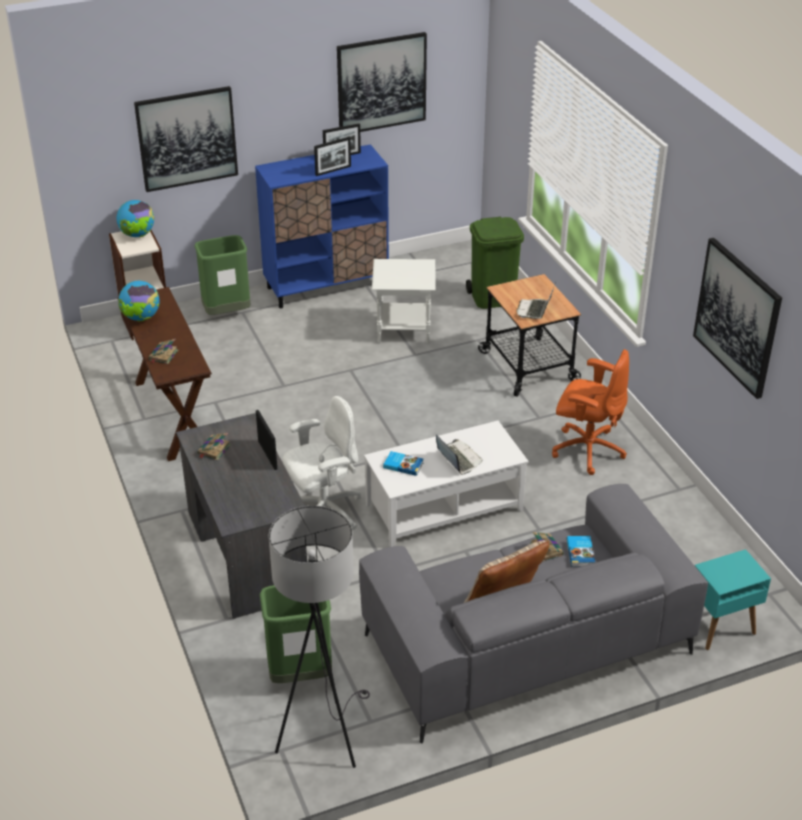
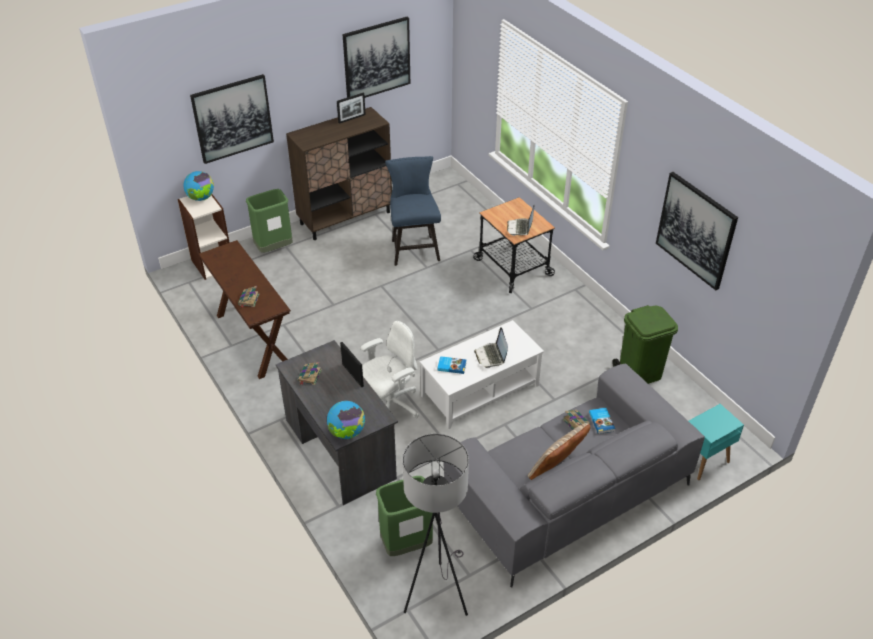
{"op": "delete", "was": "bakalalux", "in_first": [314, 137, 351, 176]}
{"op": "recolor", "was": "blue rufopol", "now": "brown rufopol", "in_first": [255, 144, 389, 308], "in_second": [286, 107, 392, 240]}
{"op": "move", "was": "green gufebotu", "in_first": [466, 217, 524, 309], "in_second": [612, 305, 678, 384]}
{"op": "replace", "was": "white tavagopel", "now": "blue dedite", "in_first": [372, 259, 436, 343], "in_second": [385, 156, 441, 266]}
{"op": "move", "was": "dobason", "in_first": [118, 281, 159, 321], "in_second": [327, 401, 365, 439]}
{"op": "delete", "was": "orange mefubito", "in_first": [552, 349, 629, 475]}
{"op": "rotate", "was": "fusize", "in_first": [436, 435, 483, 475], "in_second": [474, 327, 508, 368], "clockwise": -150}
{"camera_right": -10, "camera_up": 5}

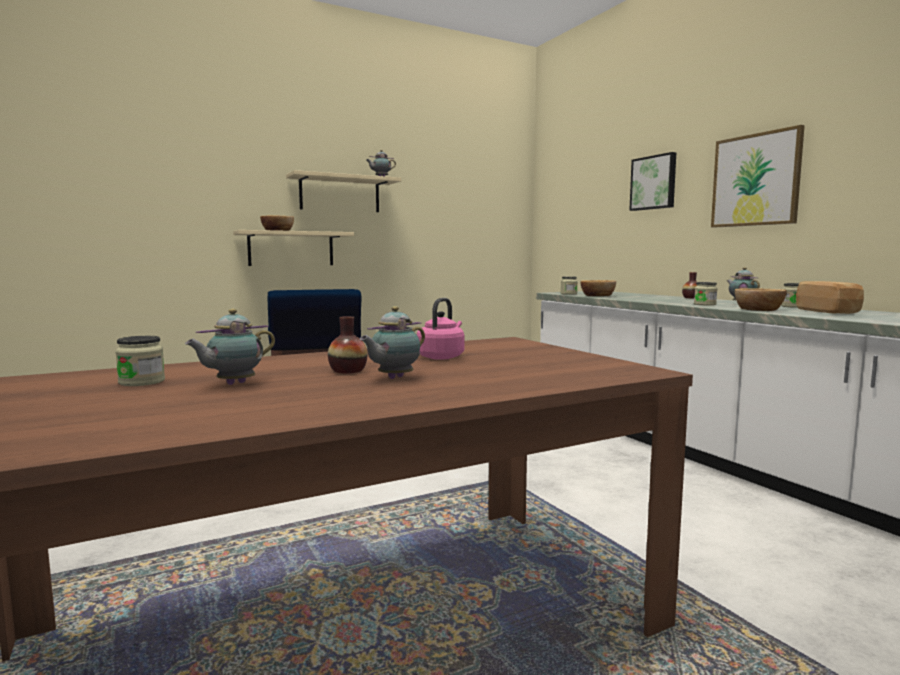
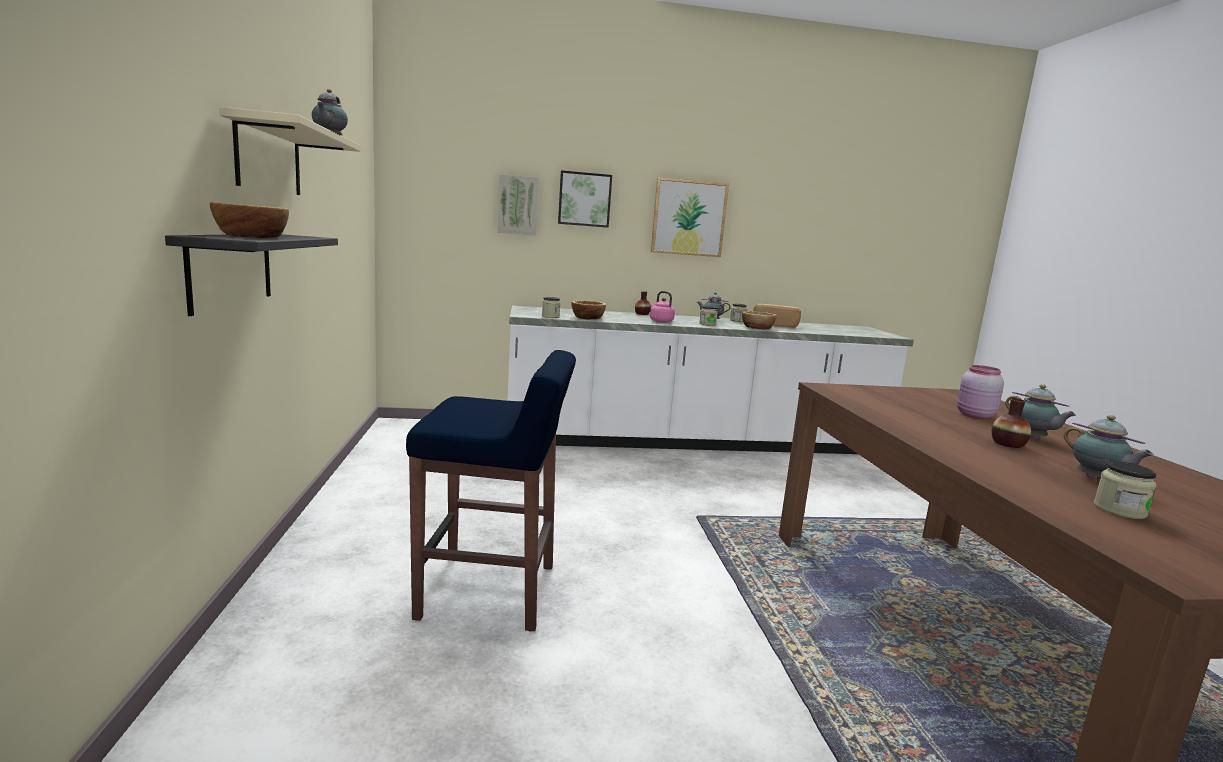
{"op": "recolor", "was": "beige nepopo", "now": "black nepopo", "in_first": [233, 230, 354, 266], "in_second": [165, 234, 338, 316]}
{"op": "move", "was": "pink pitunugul", "in_first": [417, 298, 464, 360], "in_second": [650, 291, 675, 323]}
{"op": "insert", "now": "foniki", "in_second": [498, 174, 538, 236]}
{"op": "insert", "now": "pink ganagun", "in_second": [957, 365, 1004, 419]}
{"camera_right": -70, "camera_up": 5}

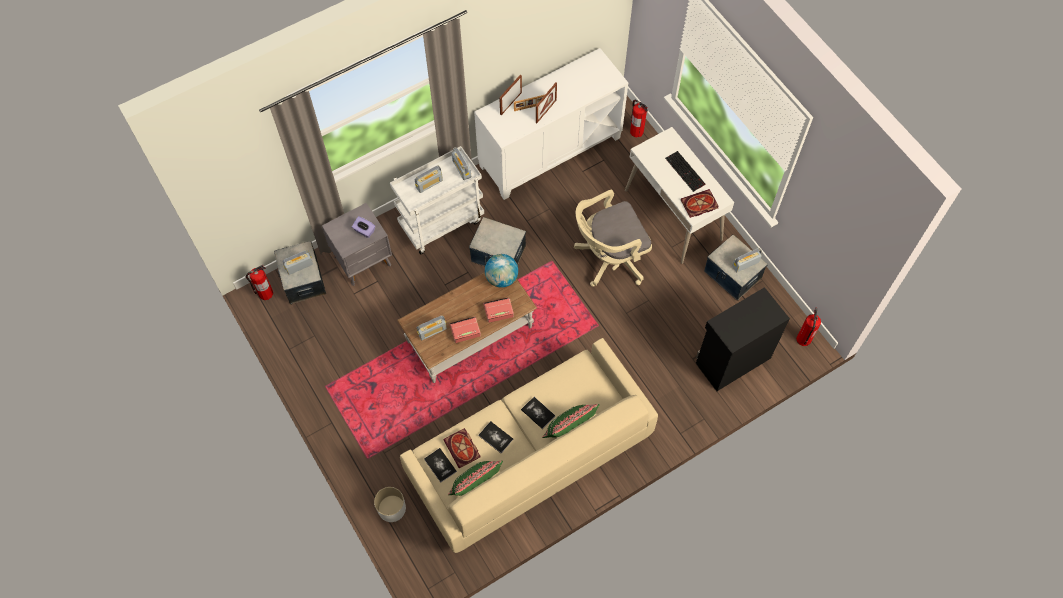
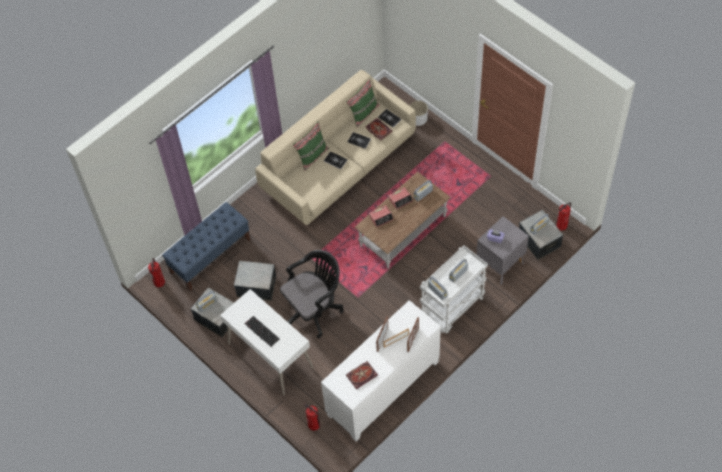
{"op": "move", "was": "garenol", "in_first": [681, 189, 719, 218], "in_second": [346, 361, 378, 389]}
{"op": "recolor", "was": "beige mefubito", "now": "black mefubito", "in_first": [574, 190, 652, 287], "in_second": [280, 250, 344, 338]}
{"op": "move", "was": "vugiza", "in_first": [469, 217, 526, 266], "in_second": [234, 261, 276, 301]}
{"op": "delete", "was": "dobason", "in_first": [485, 254, 518, 288]}
{"op": "replace", "was": "black rufopol", "now": "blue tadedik", "in_first": [696, 287, 790, 391], "in_second": [162, 202, 251, 291]}
{"camera_right": 170, "camera_up": -5}

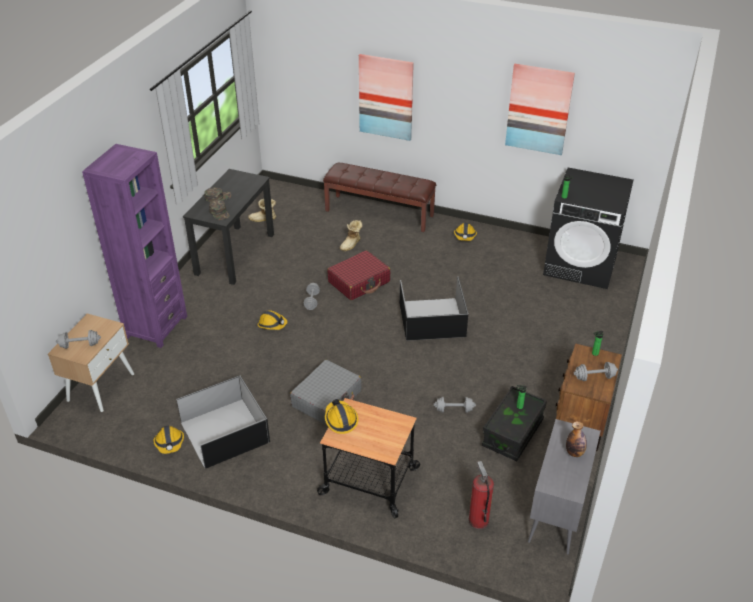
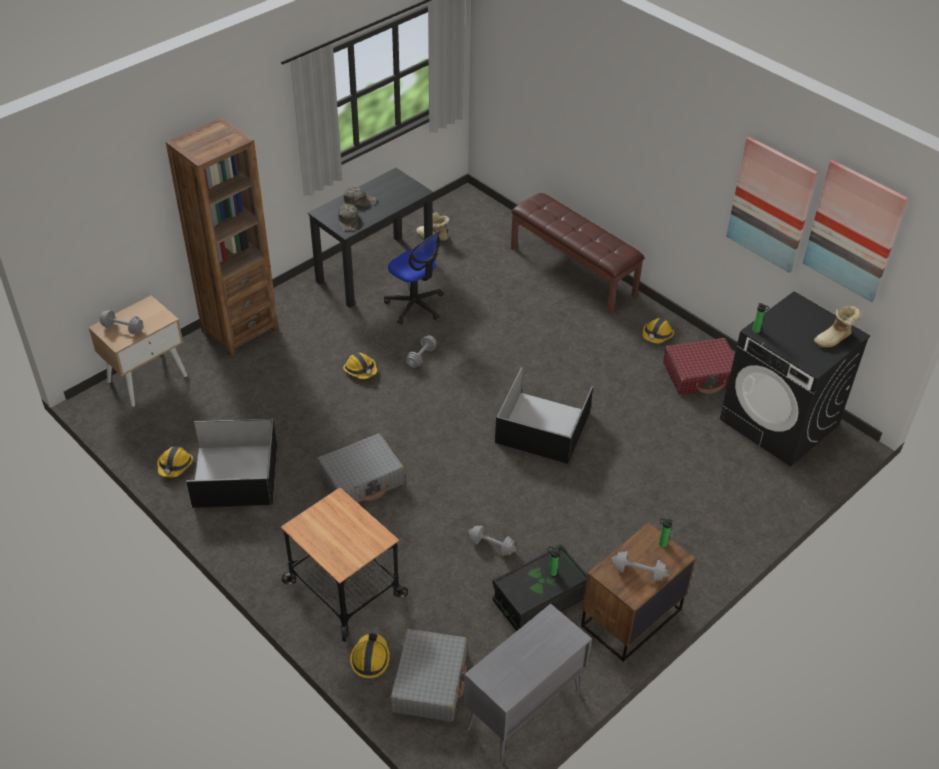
{"op": "move", "was": "foniki", "in_first": [359, 54, 414, 141], "in_second": [803, 160, 908, 302]}
{"op": "recolor", "was": "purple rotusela", "now": "brown rotusela", "in_first": [82, 144, 187, 348], "in_second": [166, 117, 279, 356]}
{"op": "move", "was": "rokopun", "in_first": [340, 220, 363, 252], "in_second": [814, 305, 861, 348]}
{"op": "move", "was": "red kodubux", "in_first": [327, 250, 390, 300], "in_second": [663, 338, 735, 395]}
{"op": "move", "was": "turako", "in_first": [325, 399, 358, 434], "in_second": [350, 633, 390, 678]}
{"op": "delete", "was": "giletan", "in_first": [566, 421, 587, 457]}
{"op": "replace", "was": "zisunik", "now": "grey kodubux", "in_first": [468, 461, 494, 529], "in_second": [390, 629, 467, 722]}
{"op": "insert", "now": "mefubito", "in_second": [384, 231, 444, 324]}
{"camera_right": 25, "camera_up": 5}

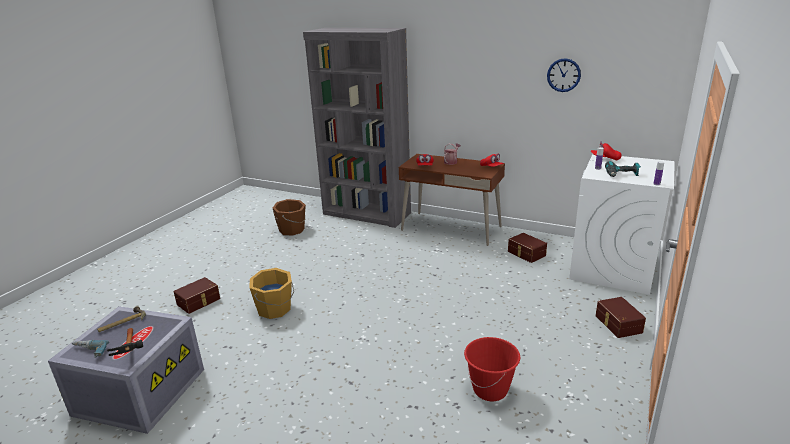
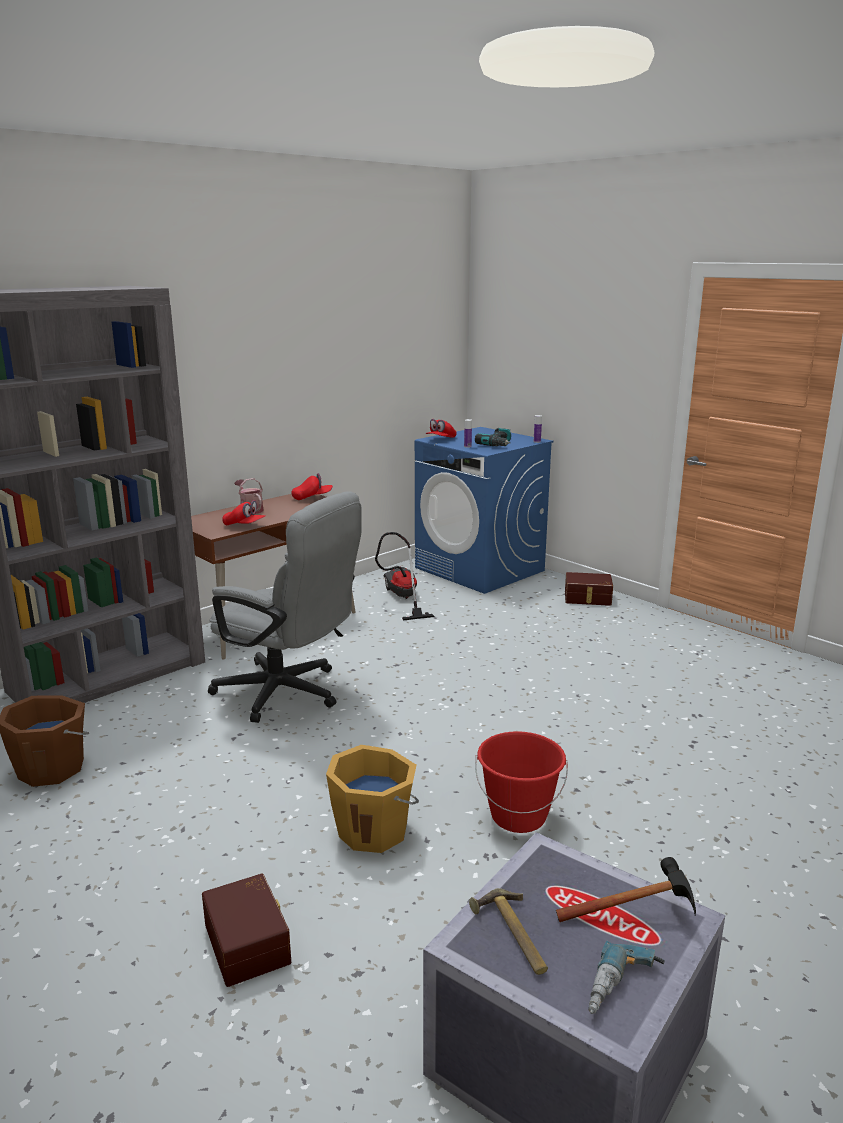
{"op": "delete", "was": "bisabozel", "in_first": [547, 58, 581, 92]}
{"op": "recolor", "was": "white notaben", "now": "blue notaben", "in_first": [569, 154, 675, 295], "in_second": [415, 427, 554, 594]}
{"op": "replace", "was": "brown vugiza", "now": "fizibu", "in_first": [508, 233, 547, 263], "in_second": [375, 532, 435, 621]}
{"op": "move", "was": "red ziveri", "in_first": [464, 337, 520, 401], "in_second": [475, 731, 568, 833]}
{"op": "insert", "now": "grey mefubito", "in_second": [208, 491, 362, 723]}
{"camera_right": -70, "camera_up": -5}

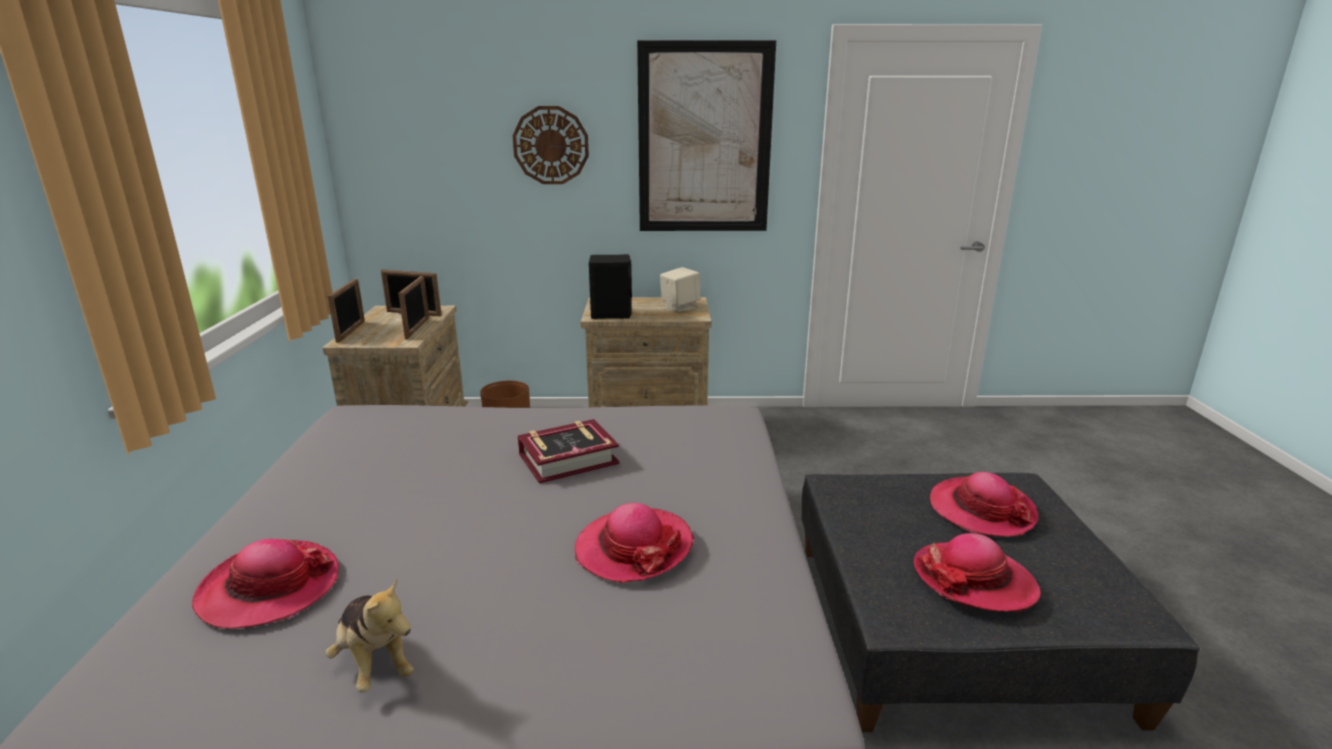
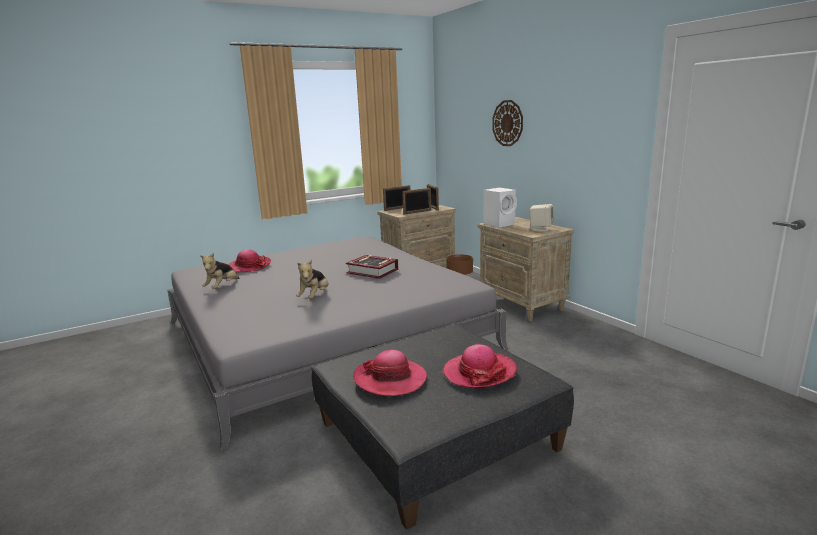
{"op": "delete", "was": "foniki", "in_first": [637, 40, 776, 231]}
{"op": "recolor", "was": "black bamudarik", "now": "white bamudarik", "in_first": [589, 254, 632, 319], "in_second": [484, 188, 517, 227]}
{"op": "replace", "was": "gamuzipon", "now": "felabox", "in_first": [575, 503, 695, 583], "in_second": [296, 259, 328, 299]}
{"camera_right": 60, "camera_up": -5}

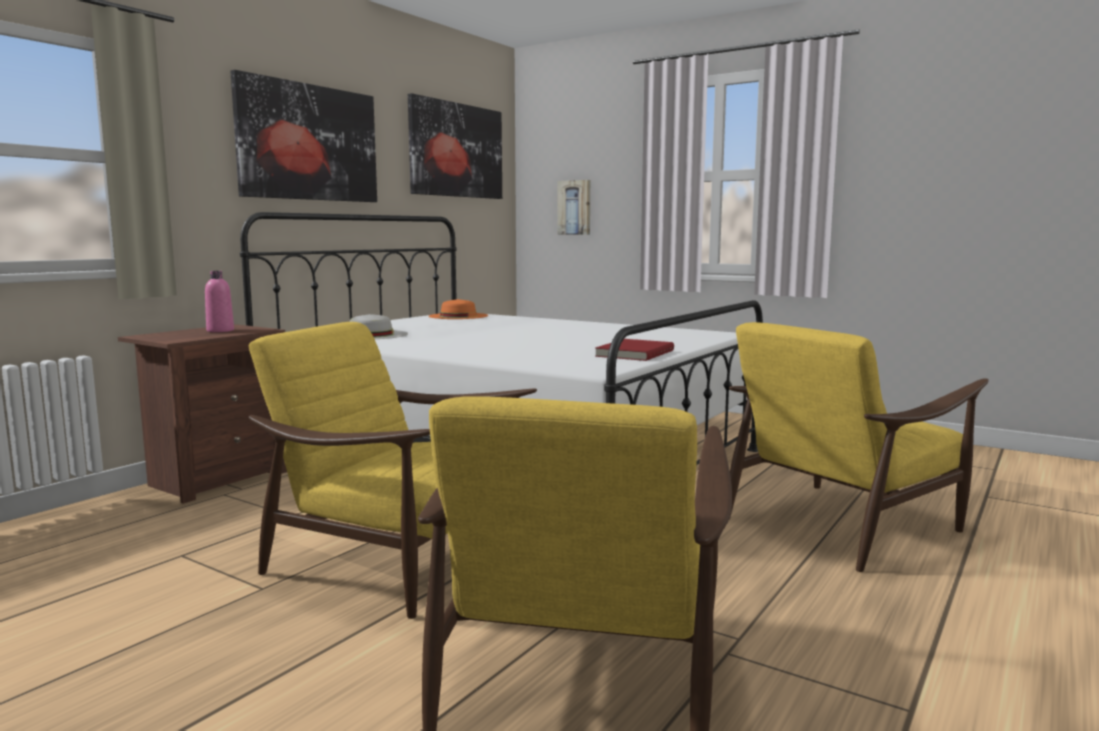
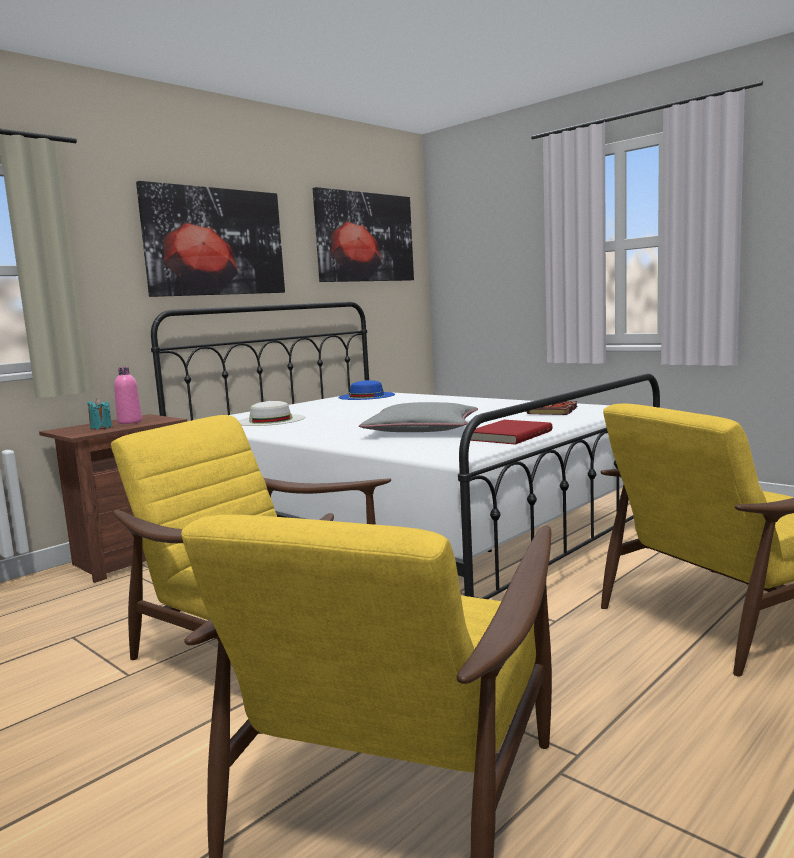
{"op": "delete", "was": "foniki", "in_first": [557, 180, 590, 235]}
{"op": "recolor", "was": "orange gamuzipon", "now": "blue gamuzipon", "in_first": [428, 299, 488, 319], "in_second": [338, 380, 395, 400]}
{"op": "insert", "now": "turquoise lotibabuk", "in_second": [87, 398, 112, 430]}
{"op": "insert", "now": "garenol", "in_second": [526, 401, 577, 415]}
{"op": "insert", "now": "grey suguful", "in_second": [359, 402, 478, 432]}
{"camera_right": 10, "camera_up": 0}

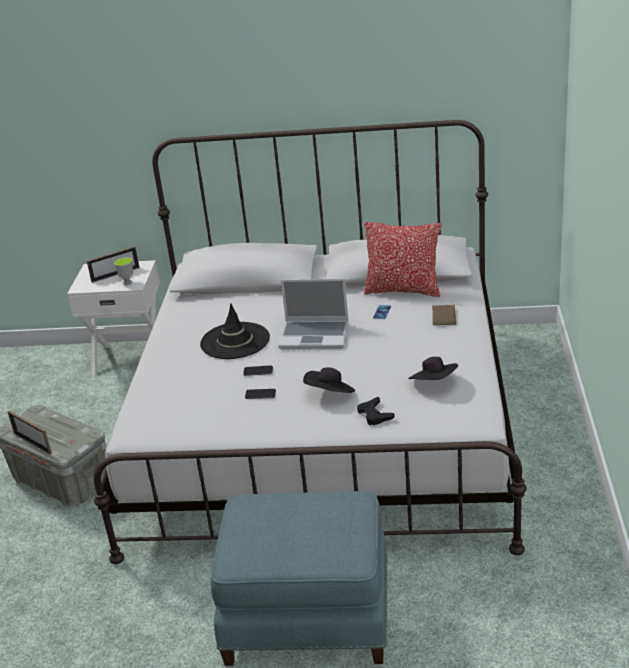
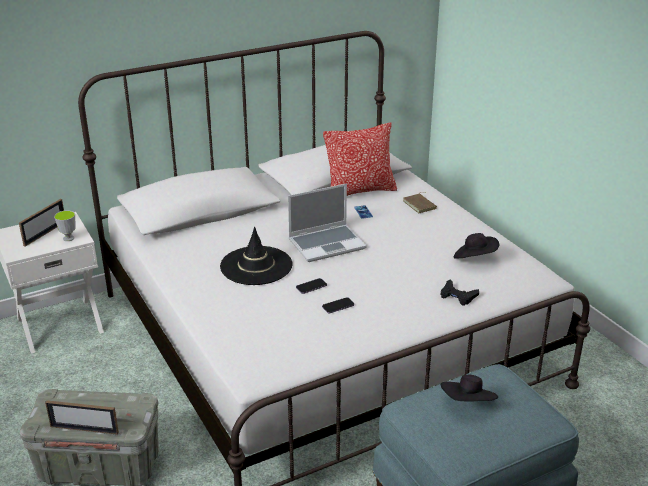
{"op": "move", "was": "black gamuzipon", "in_first": [303, 367, 355, 393], "in_second": [441, 375, 498, 402]}
{"camera_right": -35, "camera_up": 0}

